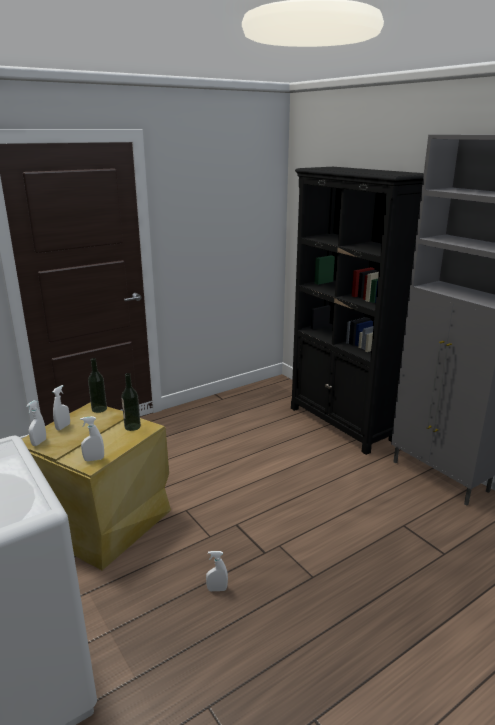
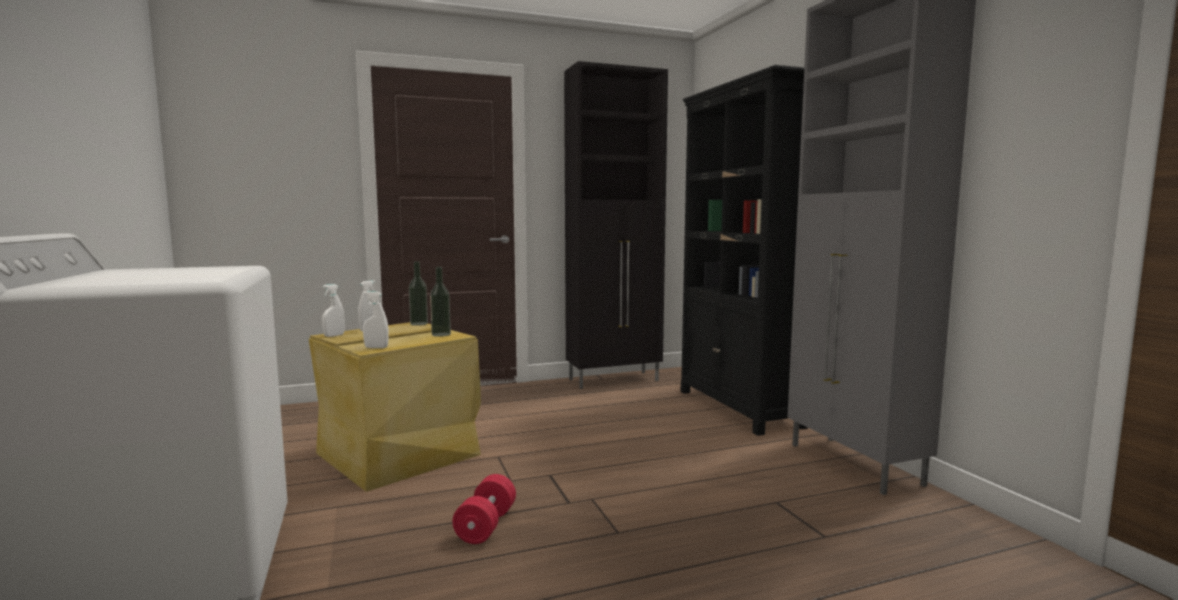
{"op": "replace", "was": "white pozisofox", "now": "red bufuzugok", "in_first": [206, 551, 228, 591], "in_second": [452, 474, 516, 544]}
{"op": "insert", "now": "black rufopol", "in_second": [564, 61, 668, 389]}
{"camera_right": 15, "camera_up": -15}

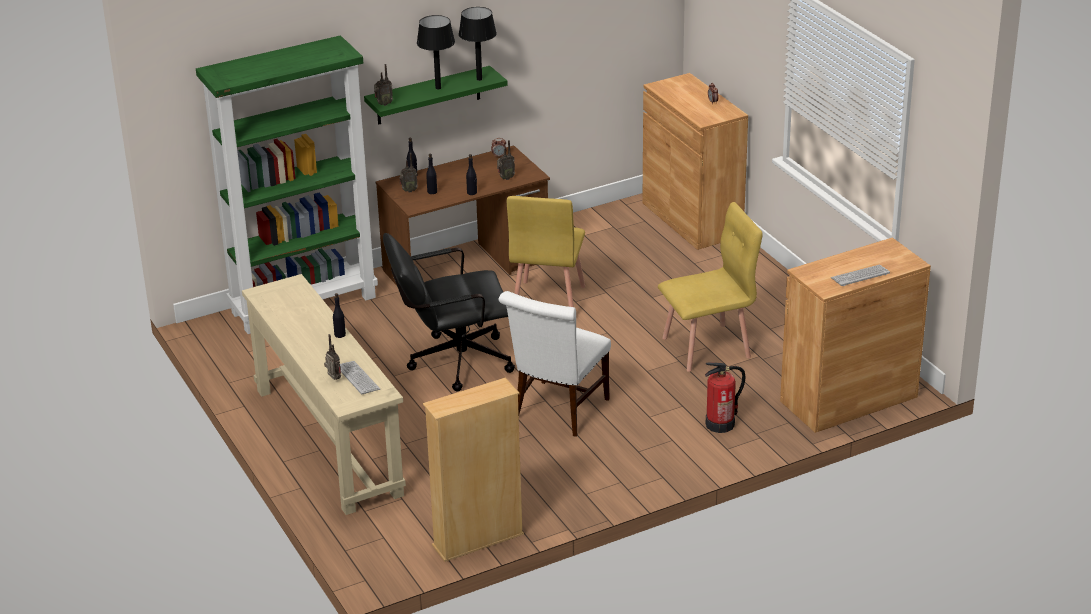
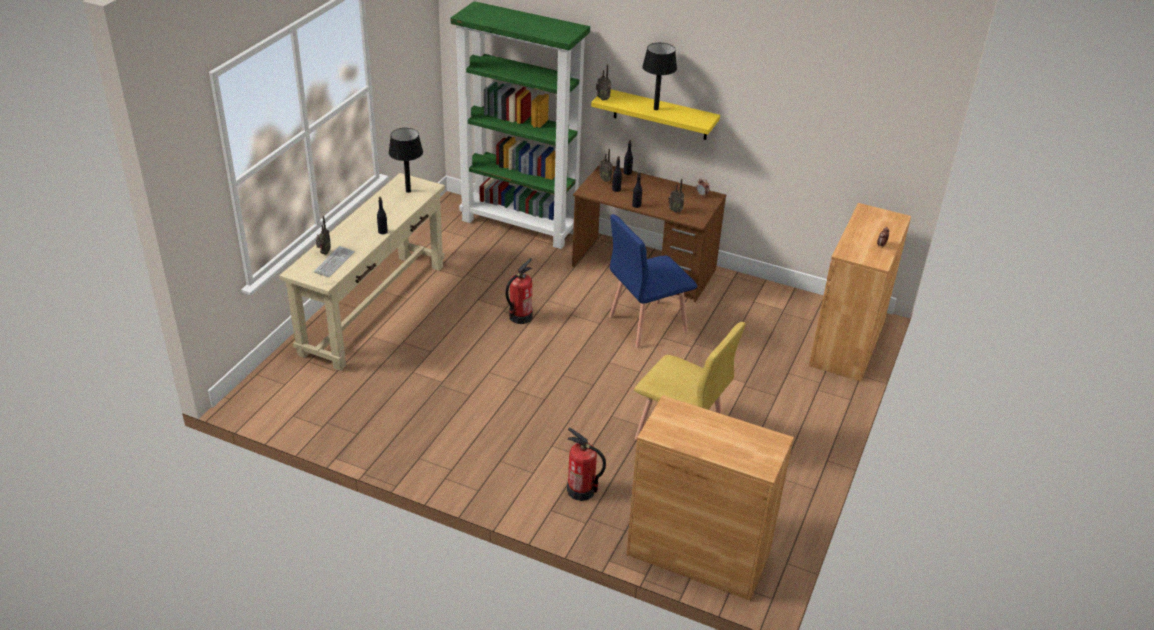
{"op": "move", "was": "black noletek", "in_first": [459, 7, 497, 81], "in_second": [389, 128, 423, 193]}
{"op": "recolor", "was": "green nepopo", "now": "yellow nepopo", "in_first": [364, 66, 508, 125], "in_second": [591, 89, 720, 140]}
{"op": "recolor", "was": "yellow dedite", "now": "blue dedite", "in_first": [507, 196, 585, 307], "in_second": [609, 214, 697, 348]}
{"op": "replace", "was": "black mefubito", "now": "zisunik", "in_first": [383, 233, 515, 391], "in_second": [505, 258, 533, 324]}
{"op": "delete", "was": "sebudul", "in_first": [831, 265, 890, 286]}
{"op": "delete", "was": "white dedite", "in_first": [499, 291, 611, 437]}
{"op": "delete", "was": "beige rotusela", "in_first": [423, 377, 524, 562]}
{"camera_right": 50, "camera_up": 5}

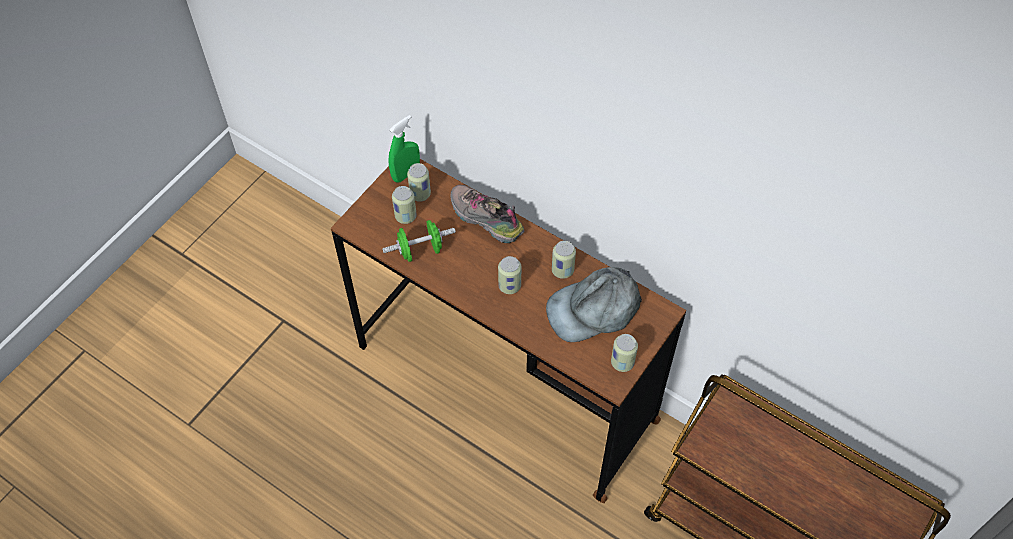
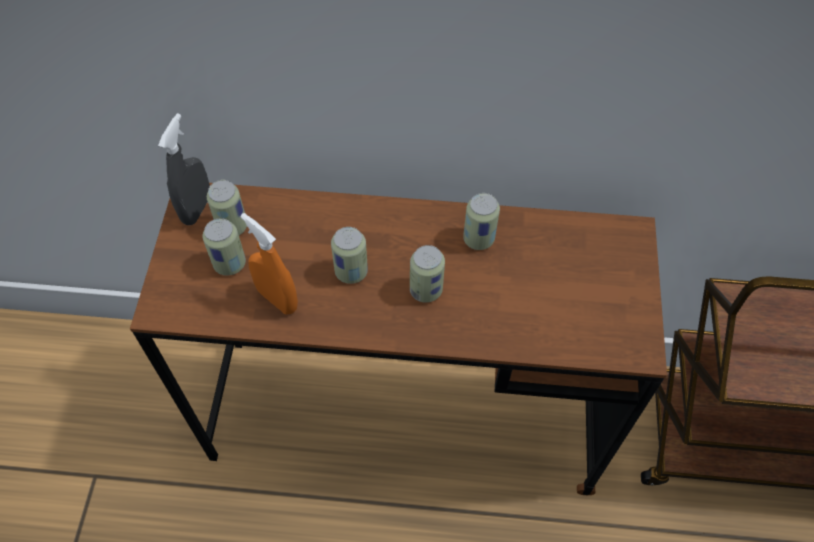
{"op": "recolor", "was": "green pozisofox", "now": "grey pozisofox", "in_first": [388, 115, 420, 182], "in_second": [158, 113, 210, 225]}
{"op": "delete", "was": "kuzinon", "in_first": [450, 185, 525, 243]}
{"op": "replace", "was": "green bufuzugok", "now": "orange pozisofox", "in_first": [382, 220, 456, 262], "in_second": [240, 213, 298, 314]}
{"op": "delete", "was": "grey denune", "in_first": [546, 267, 642, 342]}
{"op": "move", "was": "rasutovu", "in_first": [611, 334, 638, 372], "in_second": [331, 227, 368, 284]}
{"camera_right": -30, "camera_up": 0}

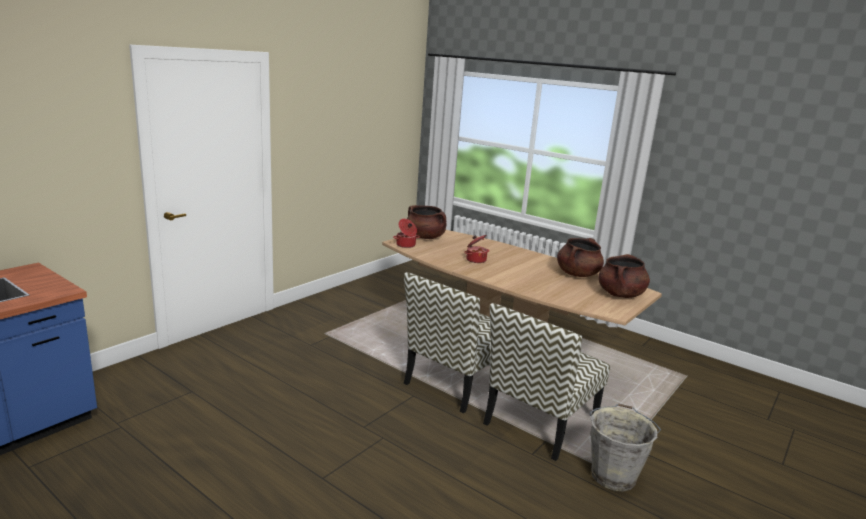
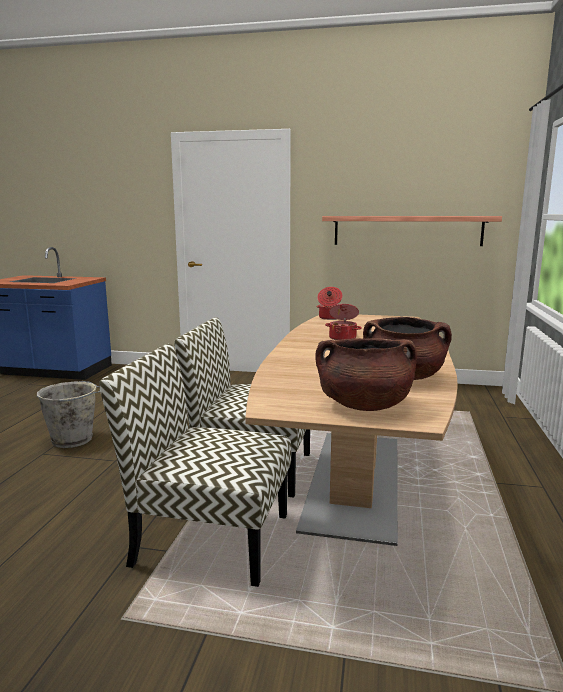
{"op": "delete", "was": "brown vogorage", "in_first": [407, 205, 447, 239]}
{"op": "move", "was": "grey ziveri", "in_first": [589, 404, 661, 491], "in_second": [37, 381, 100, 448]}
{"op": "insert", "now": "nepopo", "in_second": [322, 216, 502, 246]}
{"camera_right": 65, "camera_up": -5}

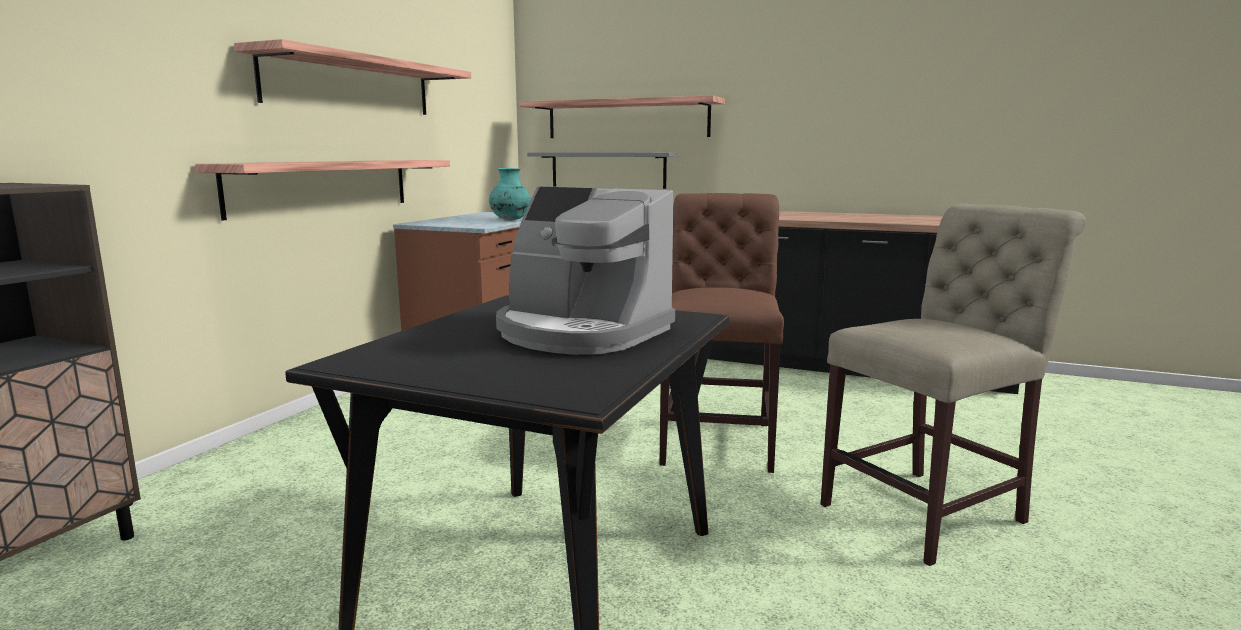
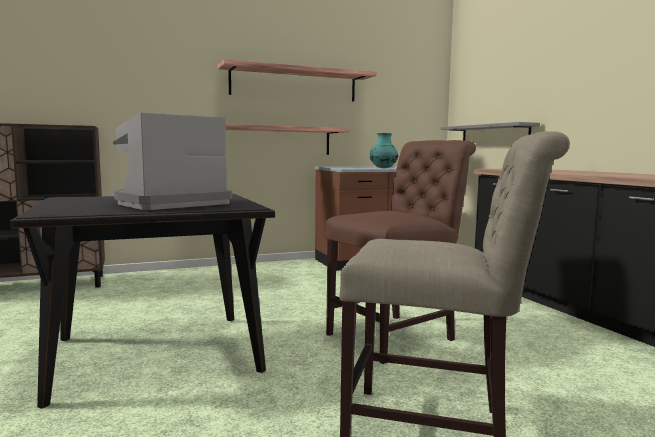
{"op": "delete", "was": "nepopo", "in_first": [519, 95, 725, 138]}
{"op": "rotate", "was": "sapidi", "in_first": [496, 186, 675, 355], "in_second": [113, 112, 232, 210], "clockwise": 60}
{"camera_right": 45, "camera_up": -5}

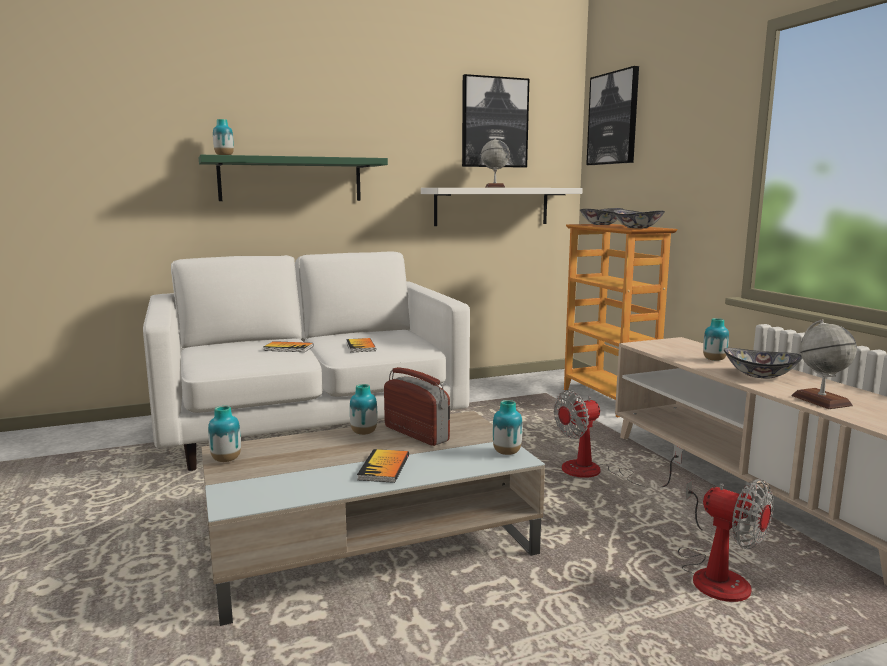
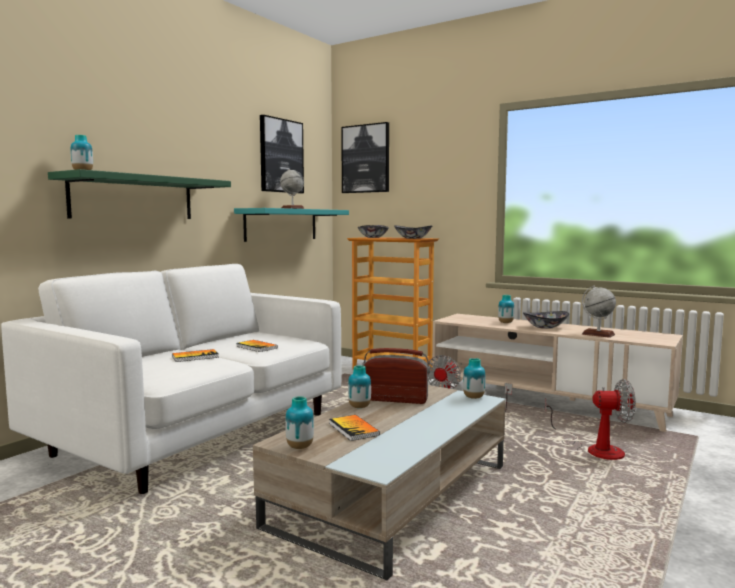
{"op": "recolor", "was": "white nepopo", "now": "turquoise nepopo", "in_first": [421, 188, 583, 226], "in_second": [234, 208, 349, 242]}
{"op": "move", "was": "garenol", "in_first": [357, 449, 409, 483], "in_second": [329, 415, 380, 441]}
{"camera_right": -35, "camera_up": -5}

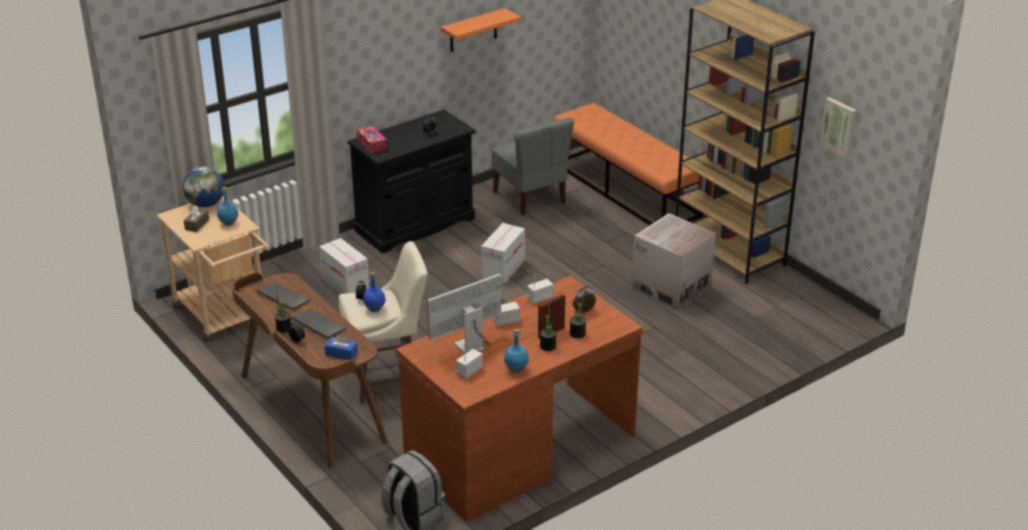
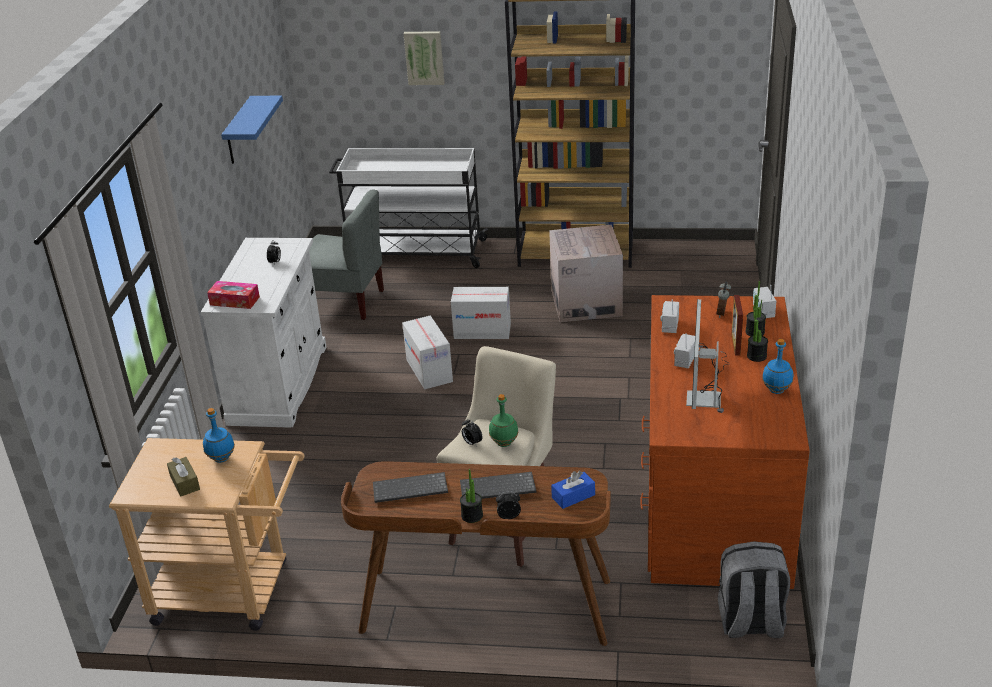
{"op": "recolor", "was": "orange nepopo", "now": "blue nepopo", "in_first": [441, 8, 521, 52], "in_second": [221, 96, 283, 164]}
{"op": "move", "was": "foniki", "in_first": [820, 97, 856, 159], "in_second": [404, 31, 444, 85]}
{"op": "replace", "was": "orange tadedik", "now": "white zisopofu", "in_first": [553, 103, 703, 225], "in_second": [329, 148, 488, 268]}
{"op": "recolor", "was": "black rufopol", "now": "white rufopol", "in_first": [348, 110, 476, 254], "in_second": [200, 238, 326, 428]}
{"op": "delete", "was": "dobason", "in_first": [183, 166, 225, 207]}
{"op": "move", "was": "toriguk", "in_first": [319, 238, 369, 294], "in_second": [451, 287, 511, 339]}
{"op": "recolor", "was": "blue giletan", "now": "green giletan", "in_first": [363, 272, 386, 312], "in_second": [489, 394, 518, 447]}
{"op": "move", "was": "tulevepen", "in_first": [456, 349, 483, 379], "in_second": [753, 285, 776, 318]}
{"camera_right": -45, "camera_up": 0}

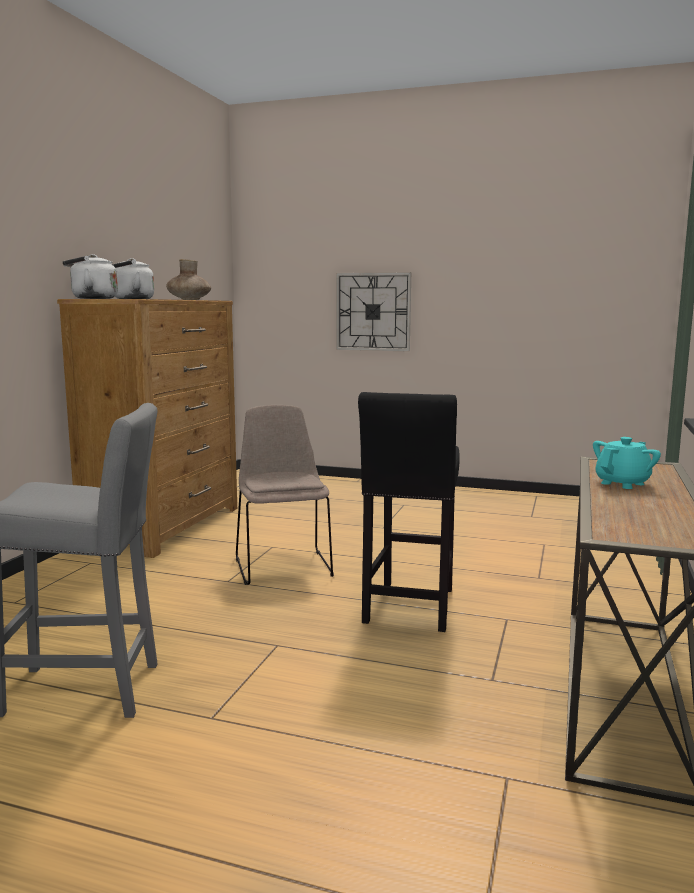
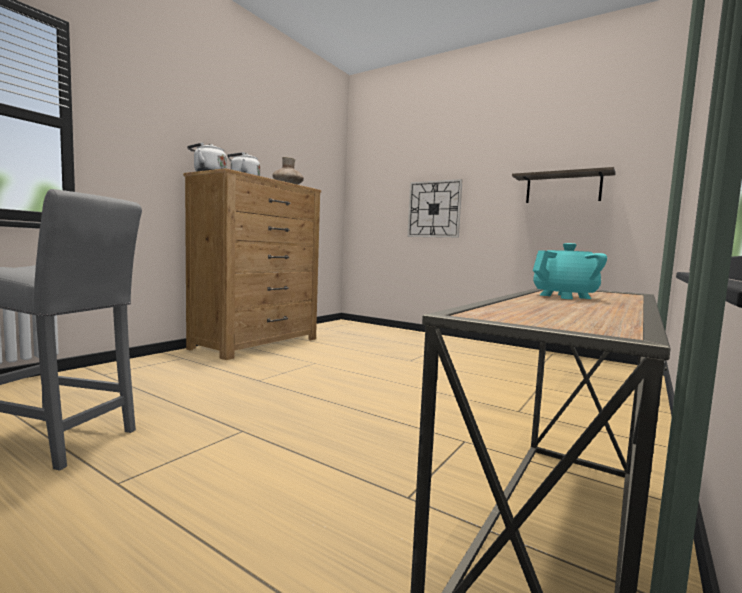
{"op": "delete", "was": "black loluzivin", "in_first": [358, 392, 460, 632]}
{"op": "delete", "was": "beige dedite", "in_first": [236, 405, 334, 585]}
{"op": "insert", "now": "nepopo", "in_second": [512, 167, 616, 203]}
{"camera_right": 15, "camera_up": -5}

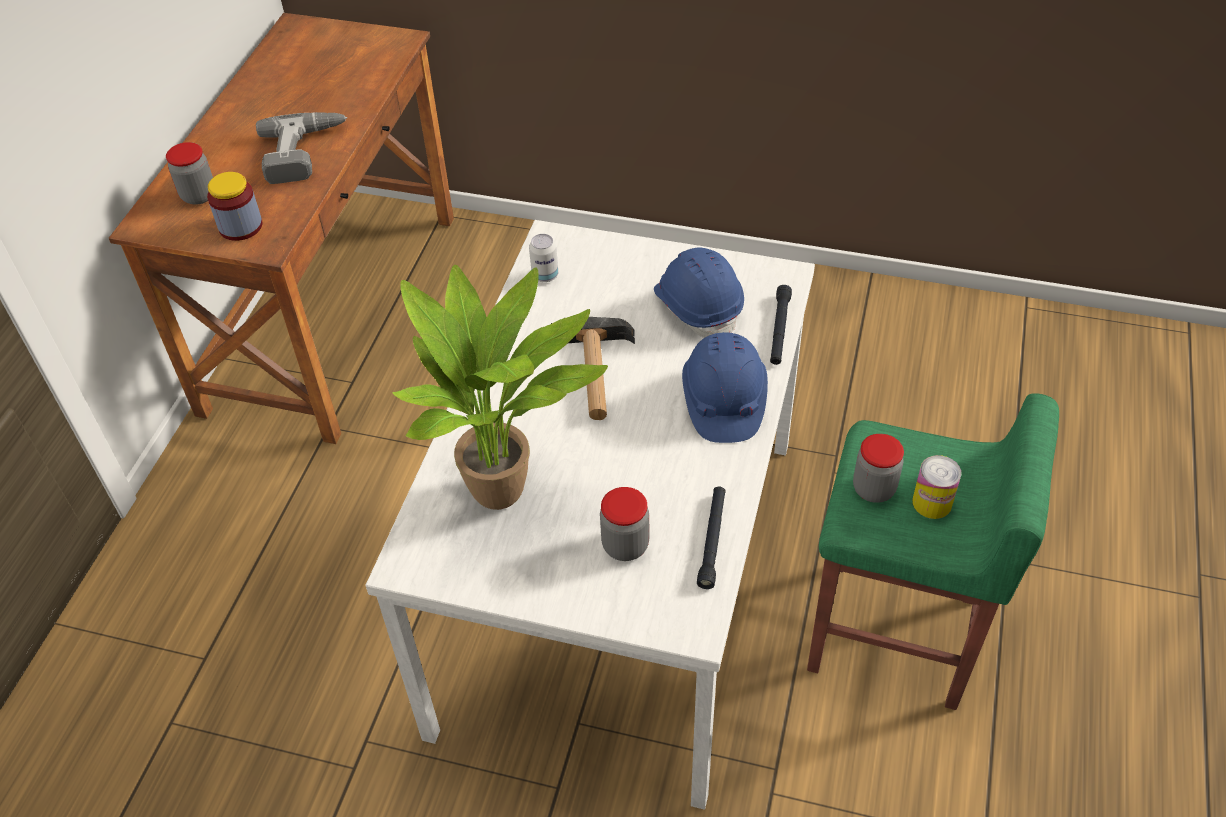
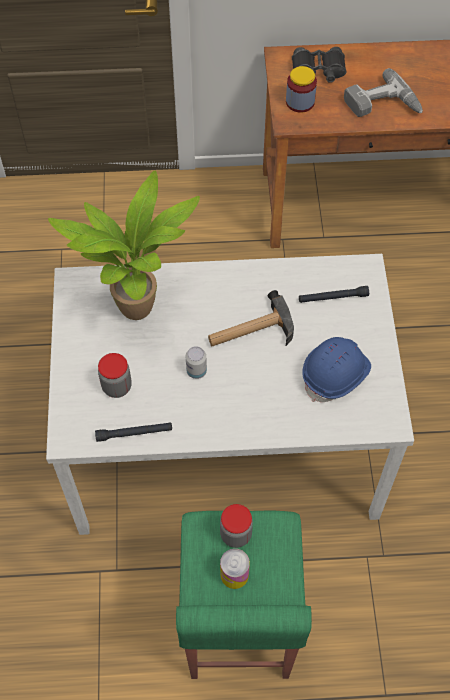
{"op": "replace", "was": "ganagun", "now": "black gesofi", "in_first": [166, 142, 213, 205], "in_second": [292, 47, 346, 83]}
{"op": "move", "was": "rasutovu", "in_first": [529, 234, 558, 282], "in_second": [186, 346, 207, 379]}
{"op": "move", "was": "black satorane", "in_first": [770, 285, 792, 365], "in_second": [299, 286, 369, 303]}
{"op": "delete", "was": "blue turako", "in_first": [682, 332, 768, 443]}
{"camera_right": 70, "camera_up": 10}

